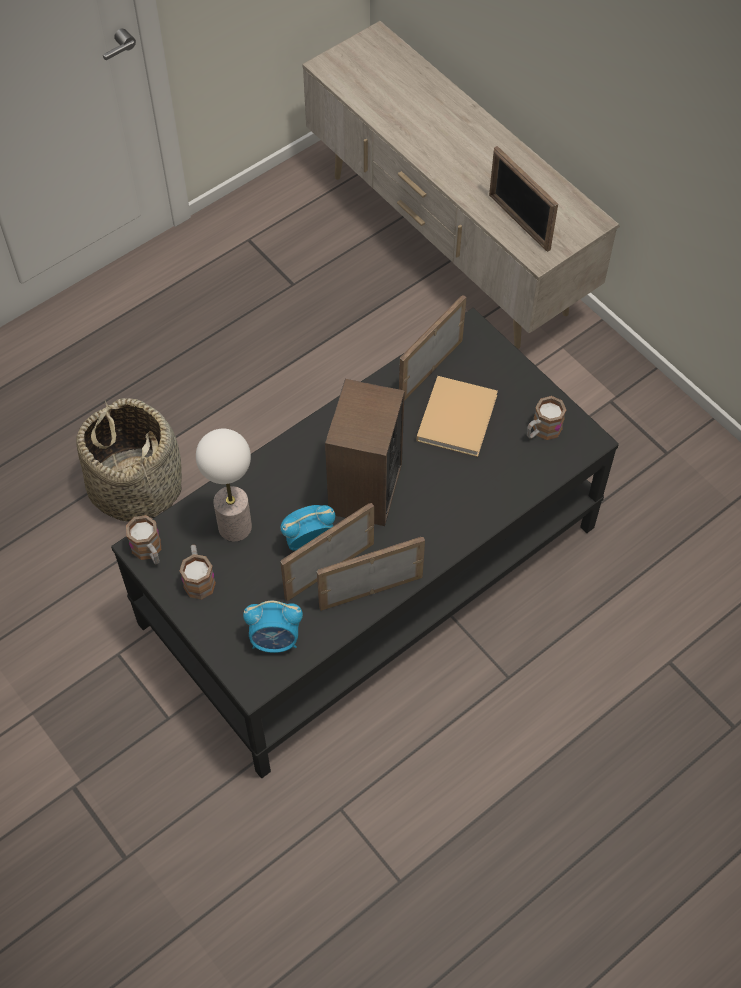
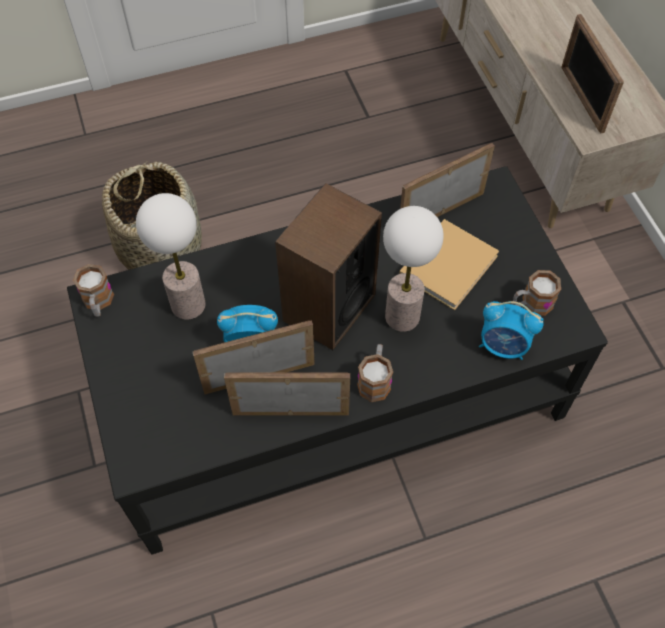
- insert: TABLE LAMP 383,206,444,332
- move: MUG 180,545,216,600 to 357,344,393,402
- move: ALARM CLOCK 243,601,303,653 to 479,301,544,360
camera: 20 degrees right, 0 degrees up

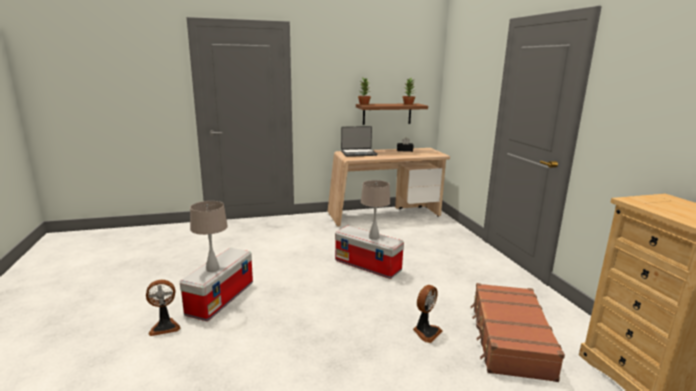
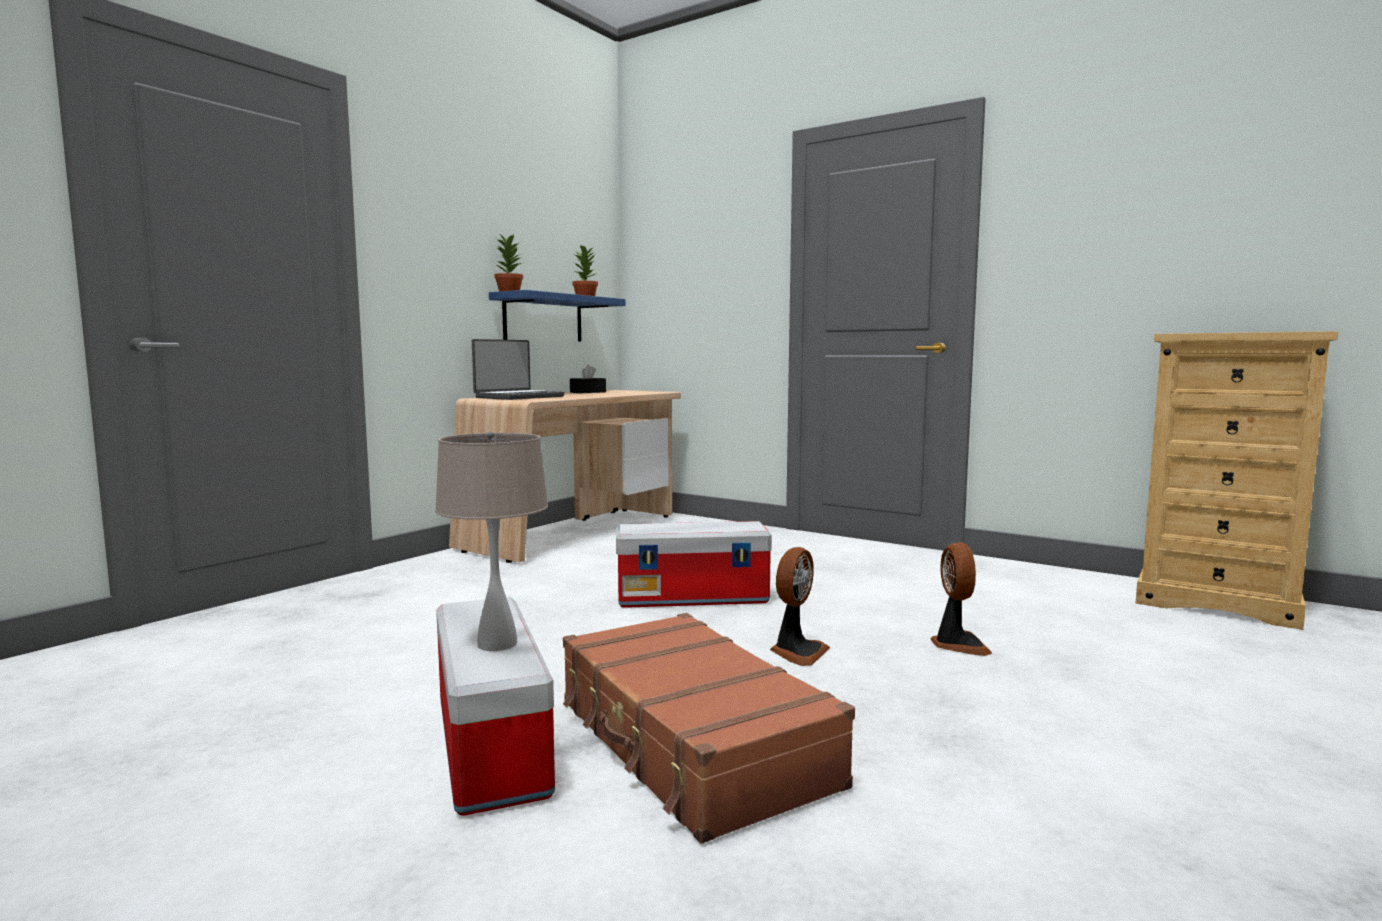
- delete: BEIGE TABLE LAMP 361,180,390,240
- move: FAN 146,280,181,336 to 770,547,830,666
- move: BROWN SUITCASE 470,283,565,382 to 563,613,855,843
- recolor: BROWN SHELF 356,103,428,125 to BLUE SHELF 489,290,626,341
camera: 40 degrees left, 10 degrees down

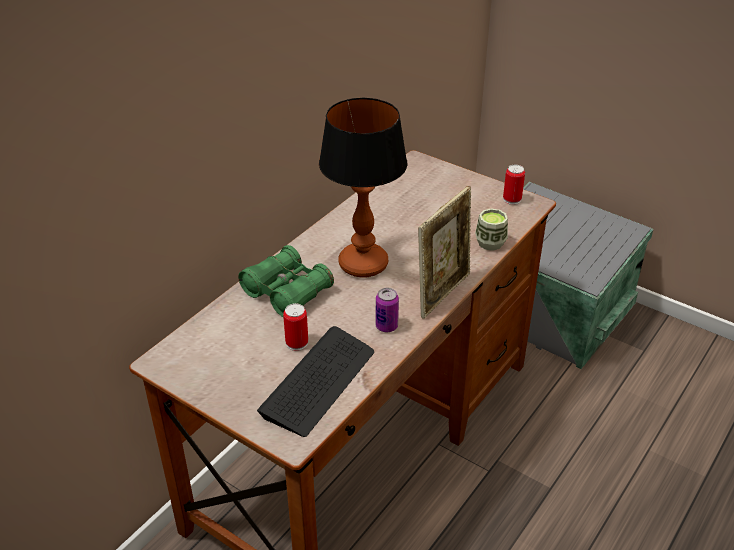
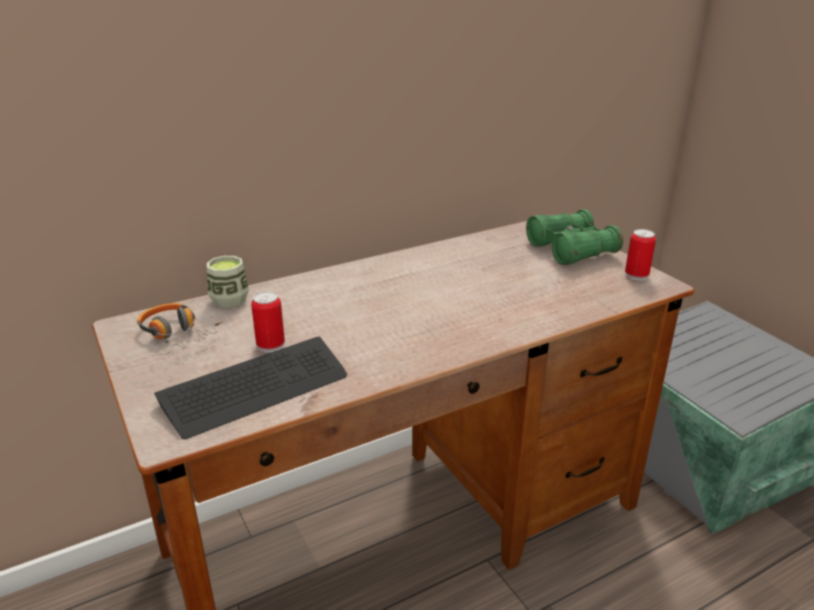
- delete: TABLE LAMP 319,98,407,277
- delete: CAN 375,288,399,332
- delete: PICTURE FRAME 418,186,471,319
- insert: HEADPHONES 137,303,223,355
- move: GREEN BINOCULARS 238,245,334,317 to 526,209,623,265
- move: CUP 475,209,508,251 to 207,256,249,308
camera: 25 degrees right, 10 degrees down

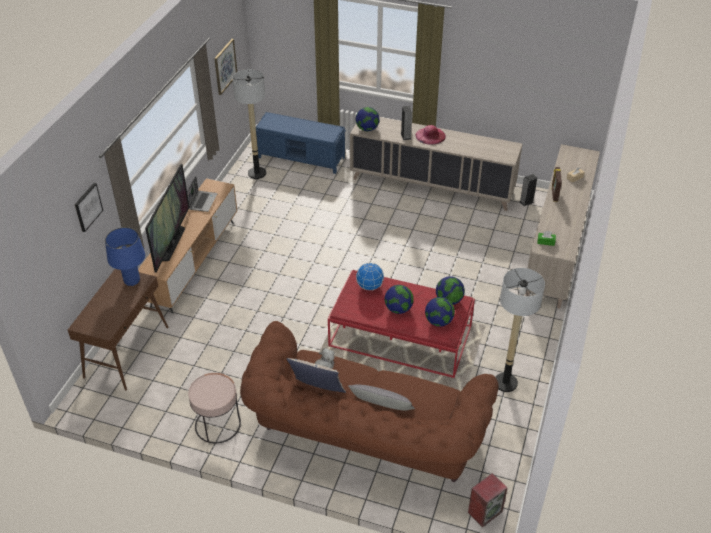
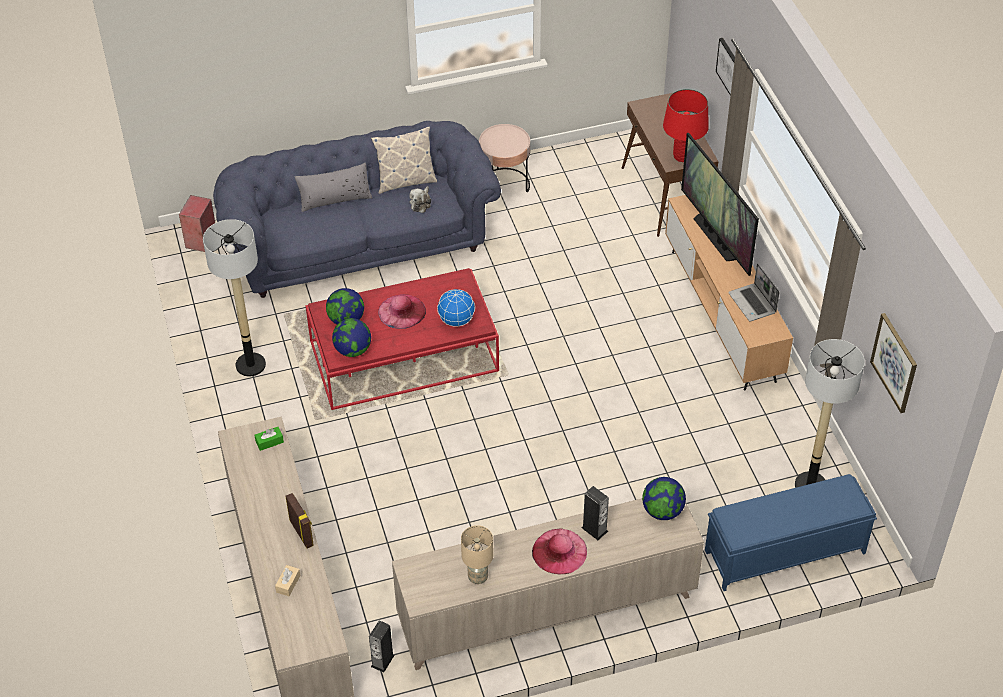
- insert: BEIGE TABLE LAMP 461,525,493,584
- replace: GLOBE 385,285,414,314 to PINK HAT 378,294,426,329
- recolor: BLUE TABLE LAMP 105,227,145,286 to RED TABLE LAMP 663,89,709,162
- recolor: BROWN SOFA 240,321,499,482 to BLUE SOFA 213,121,501,298
camera: 145 degrees right, 5 degrees up

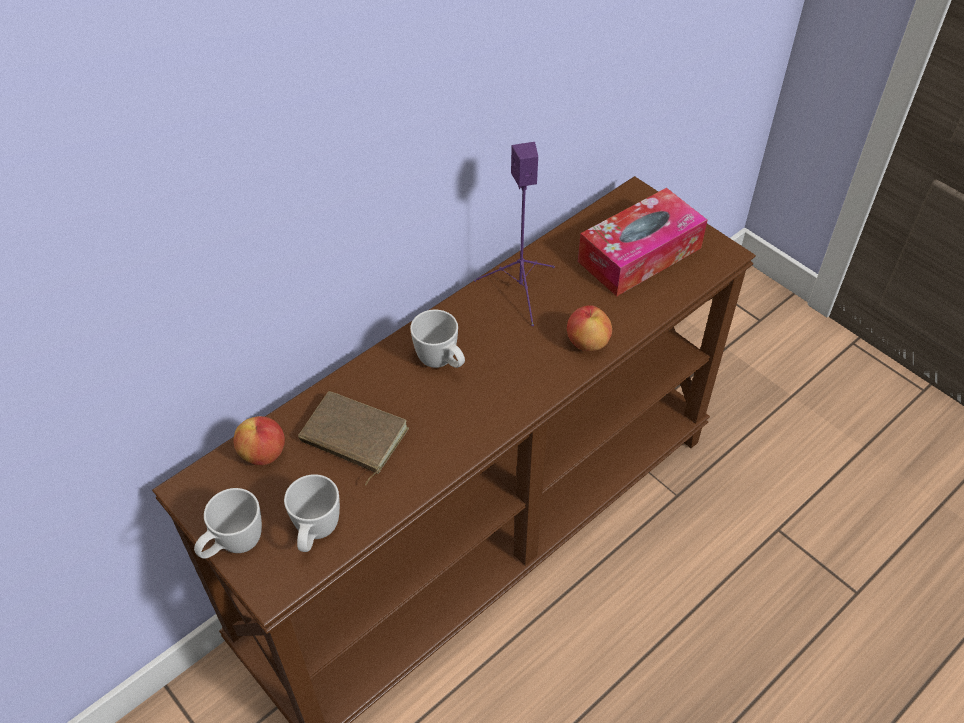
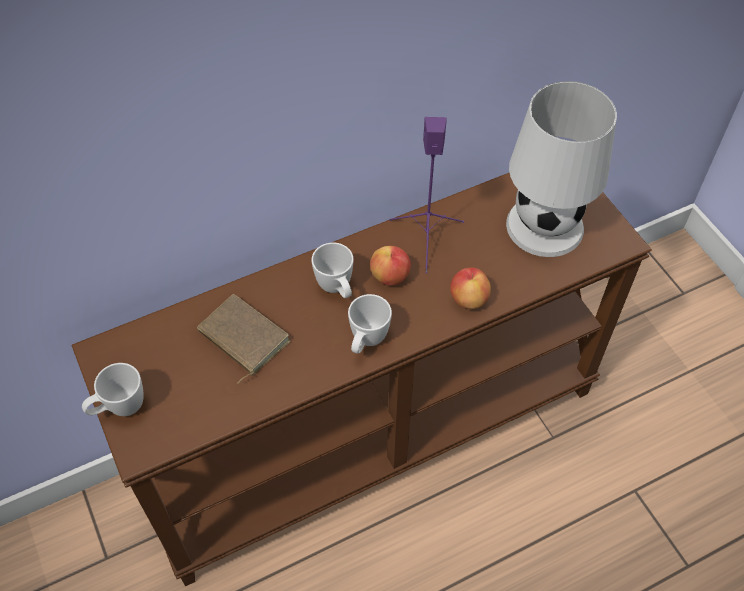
- move: APPLE 233,416,285,465 to 370,246,411,286
- move: WHITE MUG 284,474,340,552 to 348,294,392,354
- replace: TISSUE BOX 578,188,707,296 to WHITE TABLE LAMP 506,81,617,257
camera: 15 degrees right, 5 degrees up

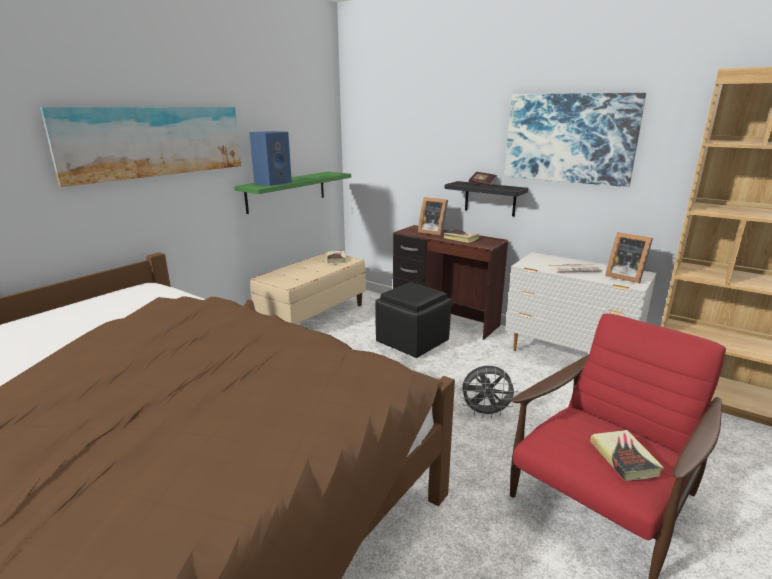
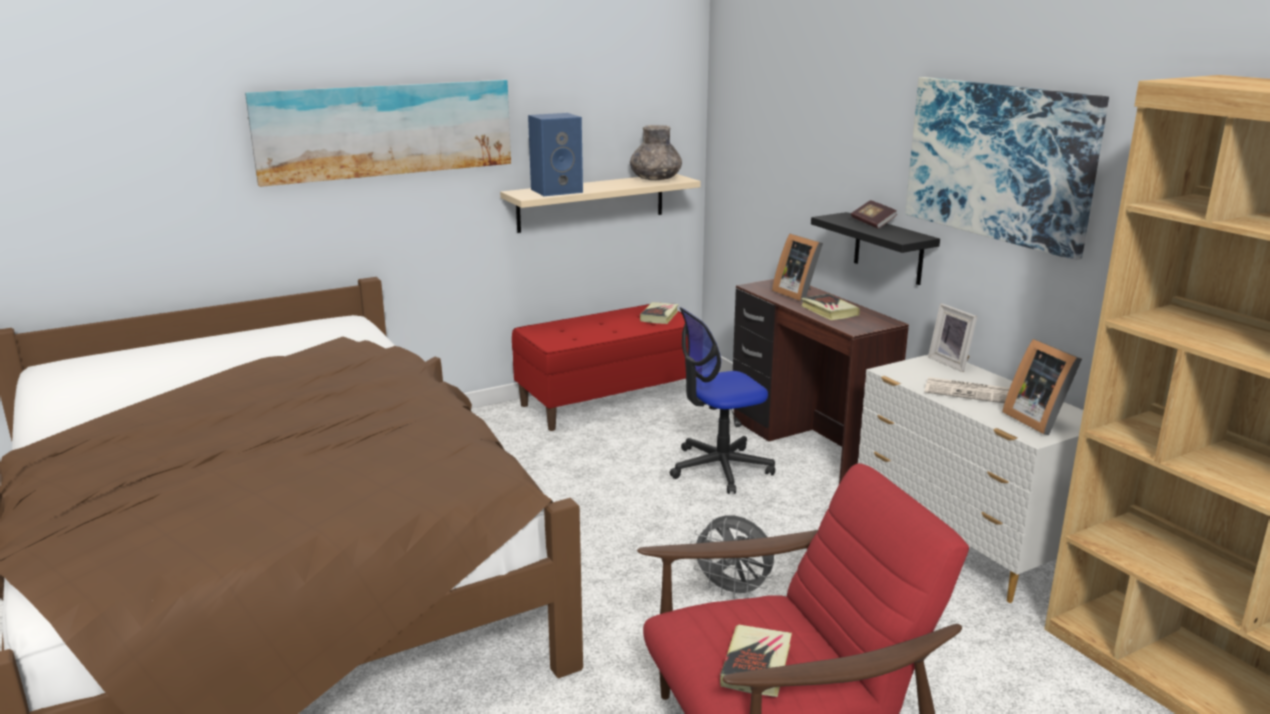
- insert: GREY VASE 630,125,682,180
- insert: PICTURE FRAME 928,304,977,372
- replace: BLACK OTTOMAN 375,282,451,358 to OFFICE CHAIR 670,307,775,494
- recolor: GREEN SHELF 234,171,351,214 to BEIGE SHELF 500,174,701,233
- recolor: BEIGE BENCH 250,253,366,324 to RED BENCH 512,304,688,431
camera: 25 degrees right, 0 degrees up

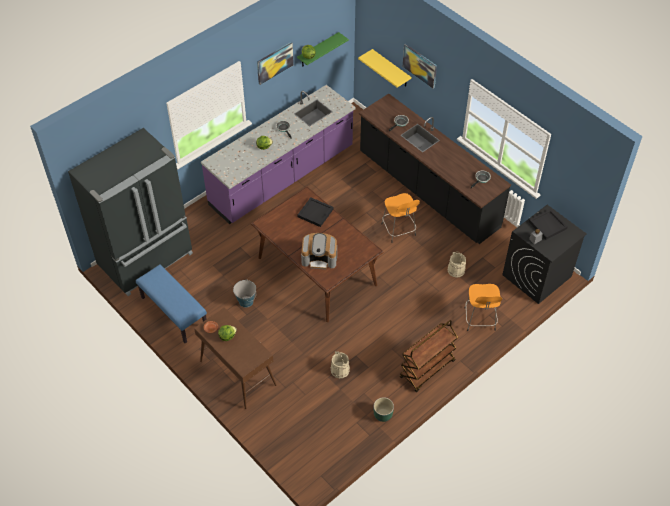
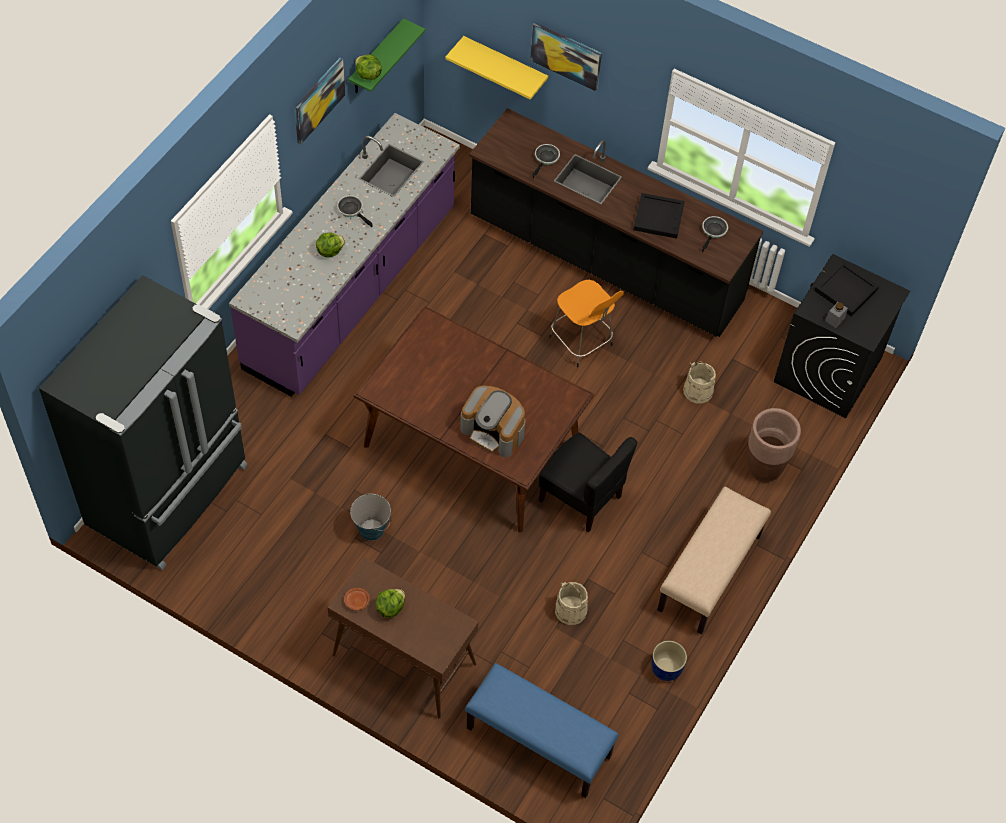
- insert: BLACK CHAIR 539,433,637,533
- move: BLUE BENCH 136,264,207,343 to 465,663,618,798
- move: BLACK TRAY 297,197,333,227 to 633,193,685,239
- replace: BROWN CART 400,320,458,392 to BEIGE BENCH 657,487,771,634
- replace: ORANGE STOOL 465,284,502,331 to BROWN PLANTER 747,408,801,482
- recolor: GREEN PLANTER 374,397,394,422 to BLUE PLANTER 651,641,687,681
- rotate: COFFEE MACHINE 301,233,337,269 = 460,386,525,457 45 degrees clockwise
camera: 20 degrees left, 5 degrees up

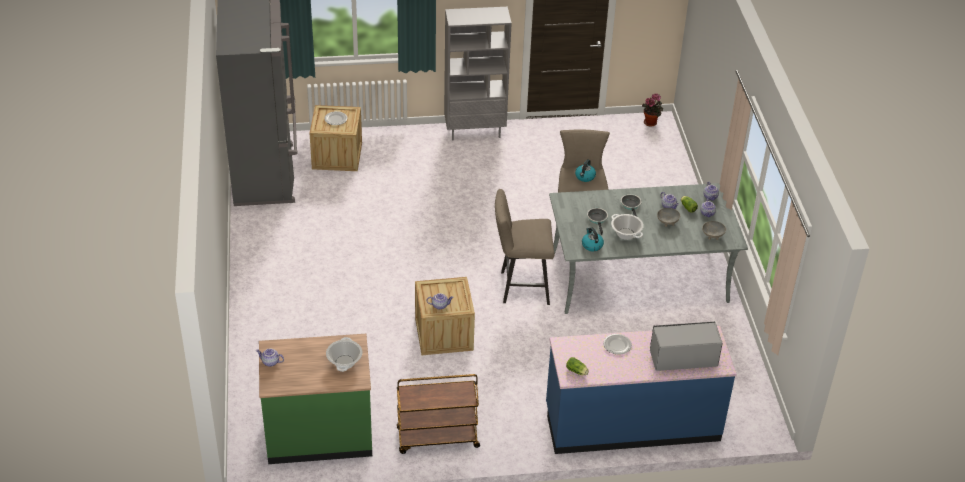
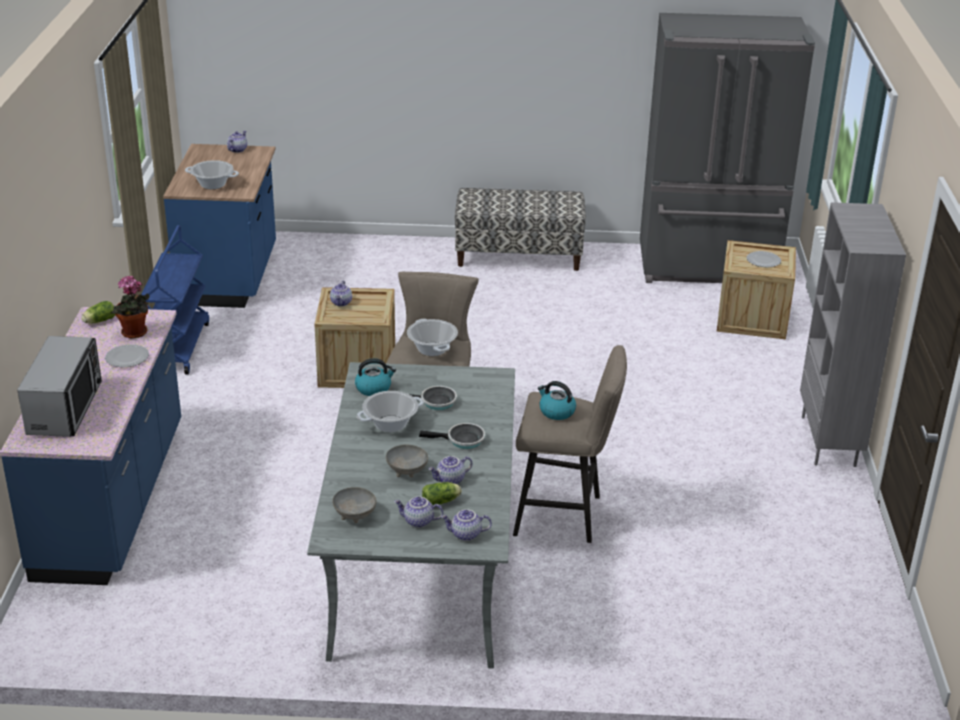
- insert: COOKING POT 407,319,458,356
- insert: BENCH 455,188,586,271
- move: POTTED PLANT 642,94,663,126 to 111,276,150,339
- recolor: GREEN COUNTER 259,334,372,464 to BLUE COUNTER 163,144,276,308
- recolor: BROWN CART 397,374,480,454 to BLUE CART 141,225,209,375
camera: 100 degrees right, 10 degrees down

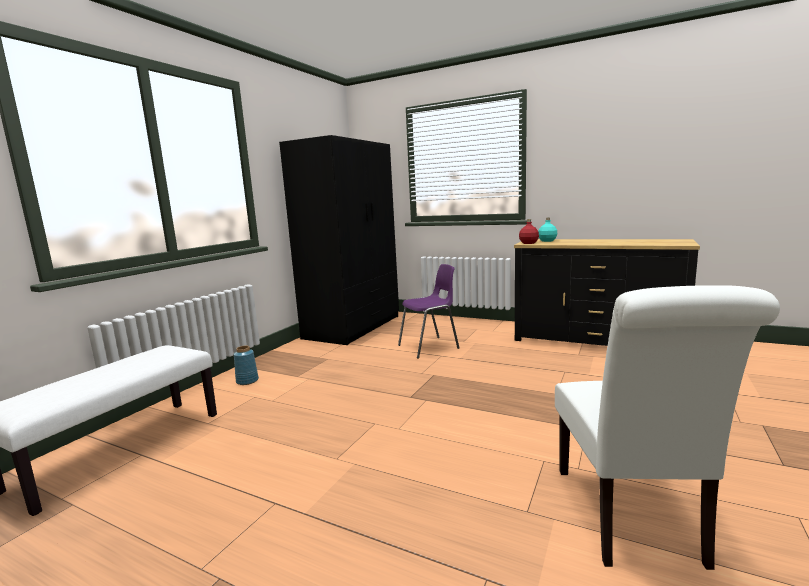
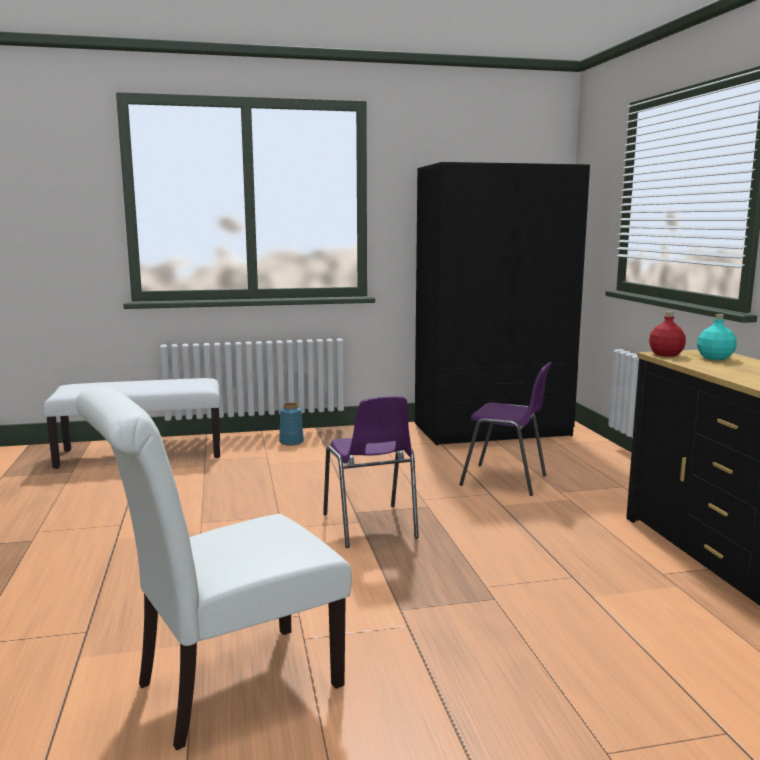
- insert: PURPLE CHAIR 323,396,419,548
camera: 50 degrees right, 0 degrees up

